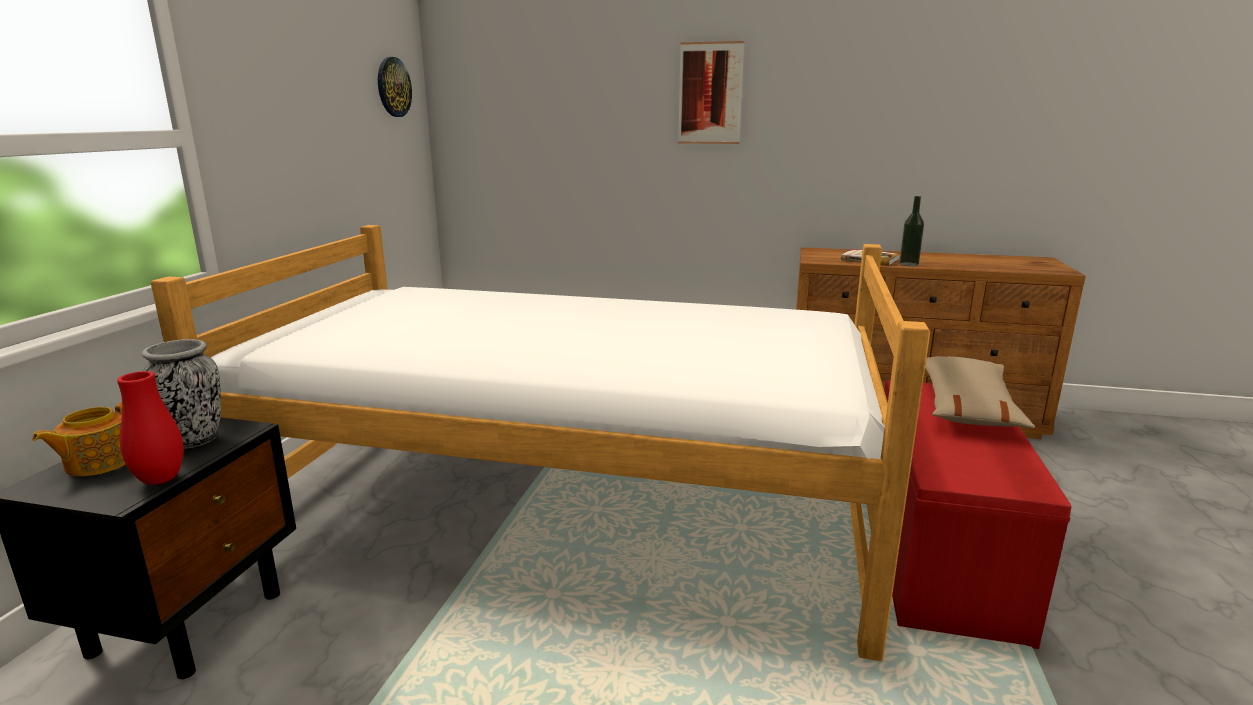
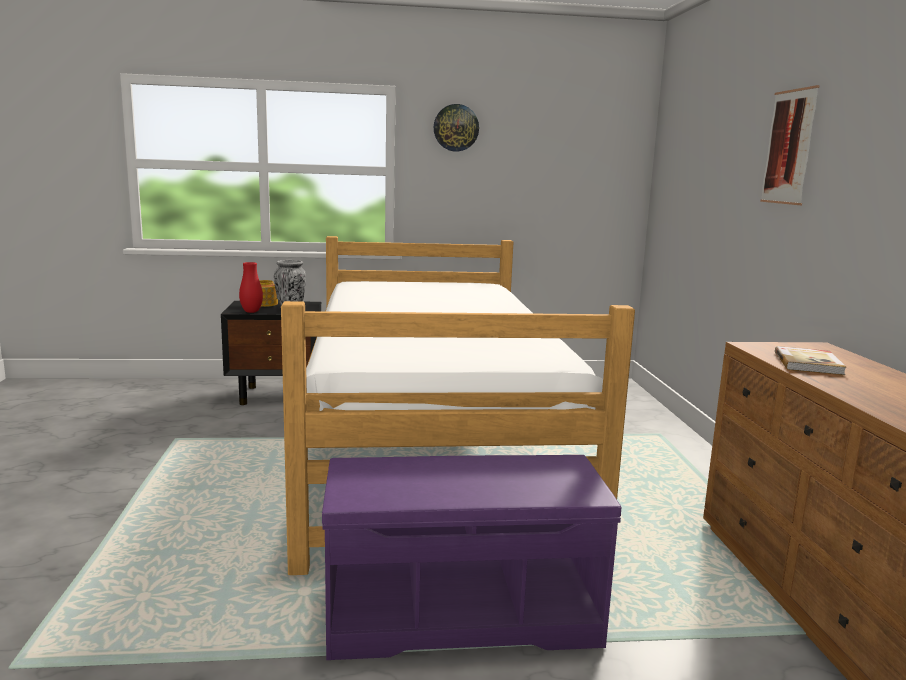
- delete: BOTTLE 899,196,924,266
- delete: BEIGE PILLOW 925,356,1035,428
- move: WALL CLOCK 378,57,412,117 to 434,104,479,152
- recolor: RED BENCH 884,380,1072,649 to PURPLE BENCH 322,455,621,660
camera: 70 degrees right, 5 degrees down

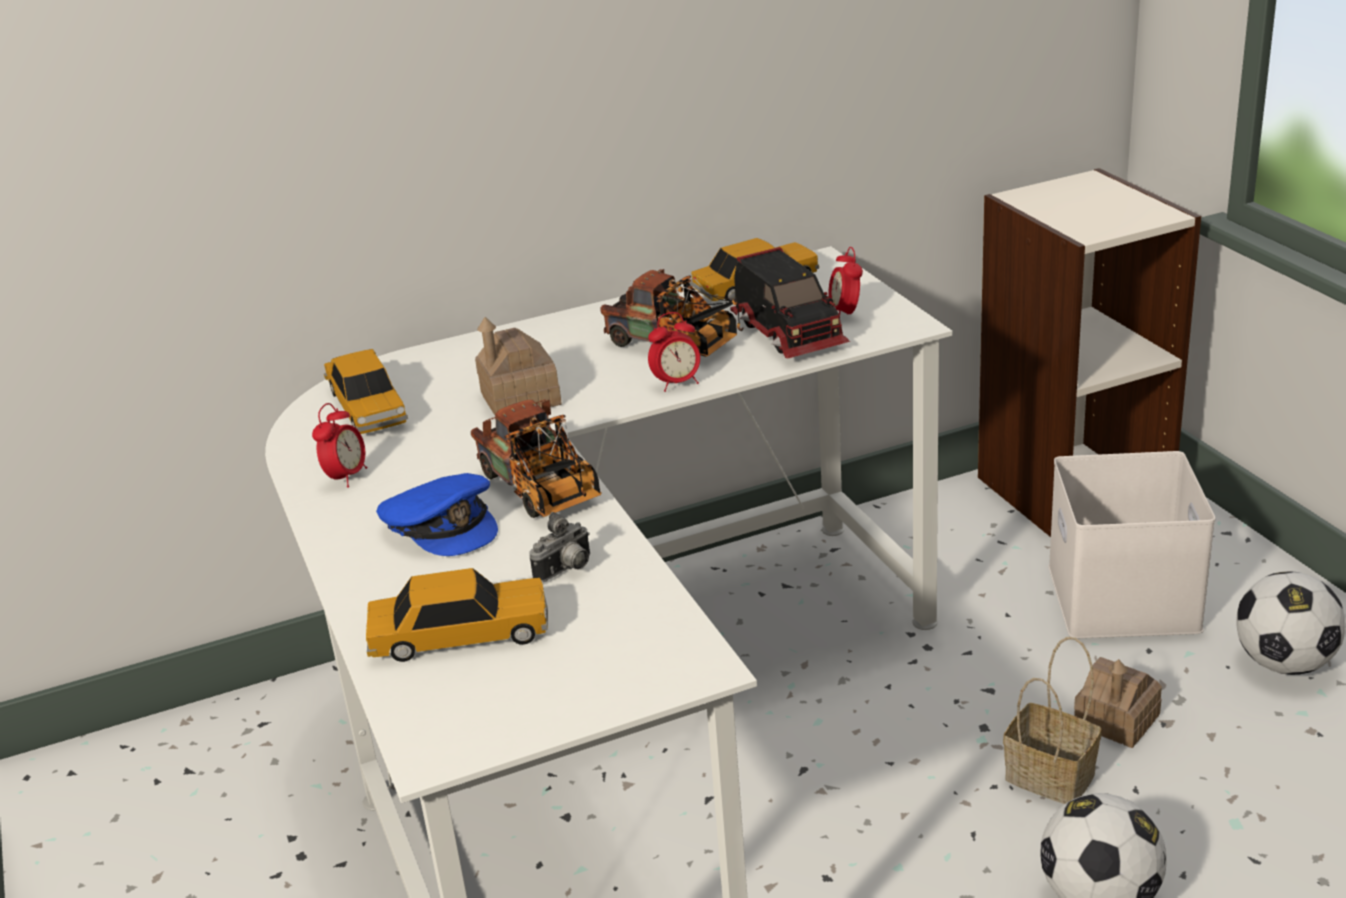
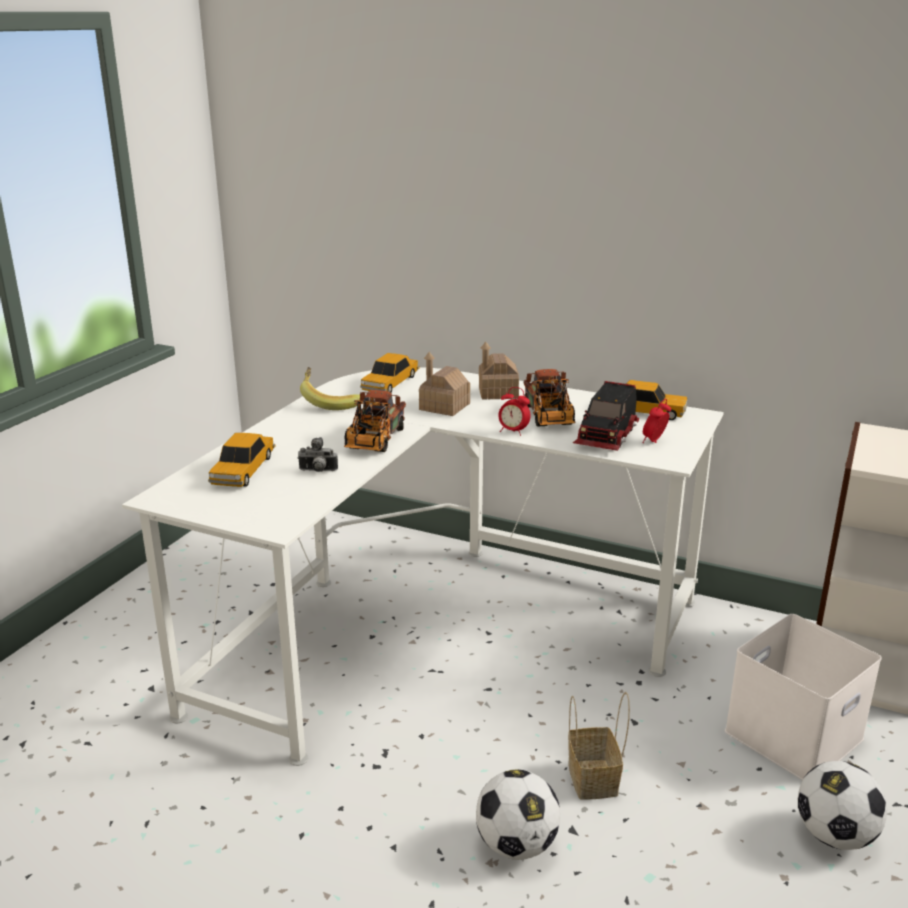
- delete: BLUE CAP 376,473,498,556
- move: TOY HOUSE 1074,657,1162,748 to 479,342,519,400
- replace: ALARM CLOCK 312,403,367,488 to BANANA 300,367,360,410
- rotate: TOY CAR 366,568,548,662 = 208,433,275,487 60 degrees clockwise
camera: 45 degrees right, 5 degrees down

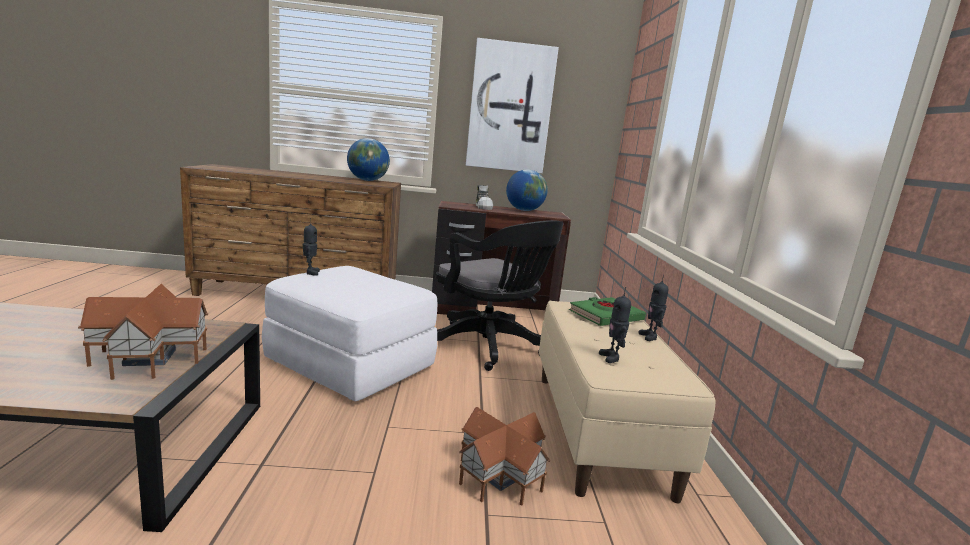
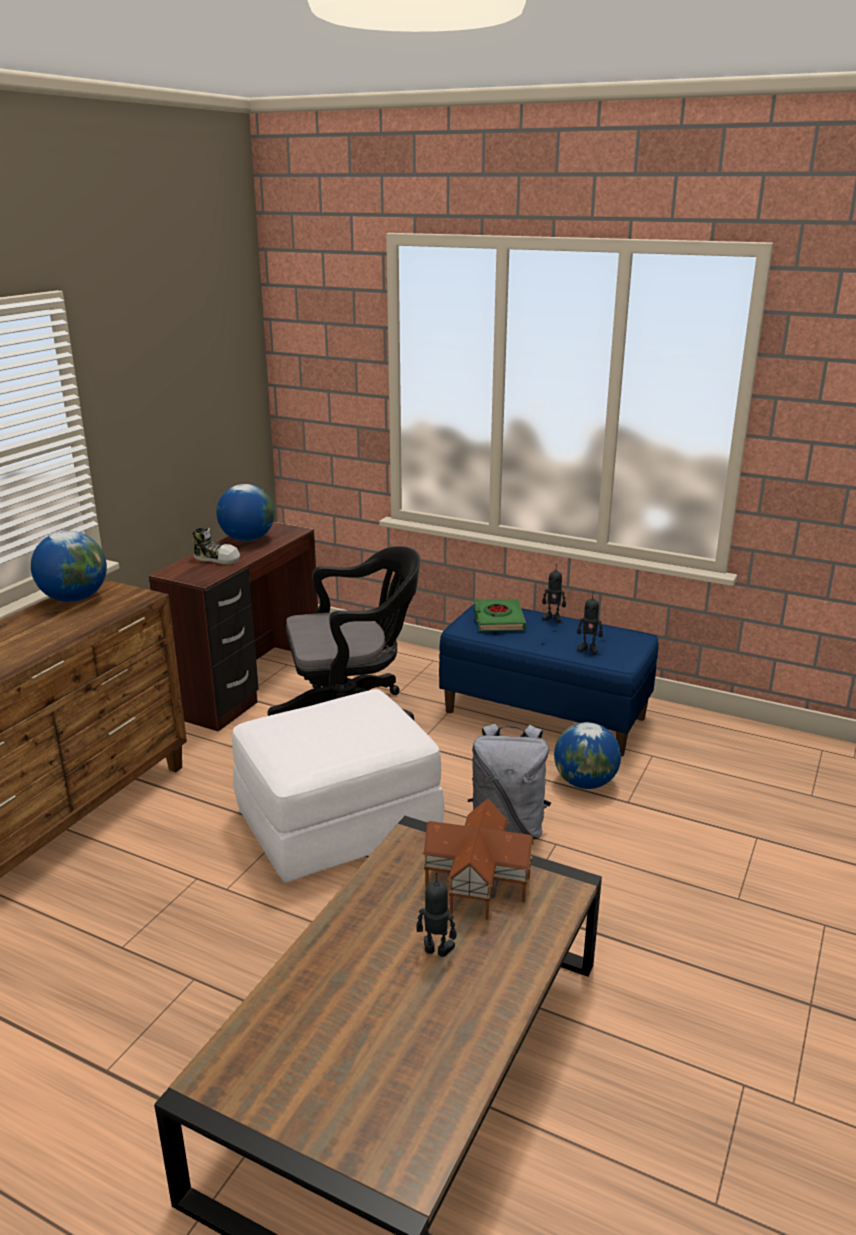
- delete: PICTURE 466,38,559,173
- insert: GREY BACKPACK 468,724,551,840
- move: TOY ROBOT 303,218,320,276 to 416,873,456,957
- replace: TOY HOUSE 459,407,551,506 to GLOBE 554,722,621,789
- recolor: BEIGE BENCH 539,301,715,503 to BLUE BENCH 439,604,658,757
camera: 60 degrees left, 10 degrees up

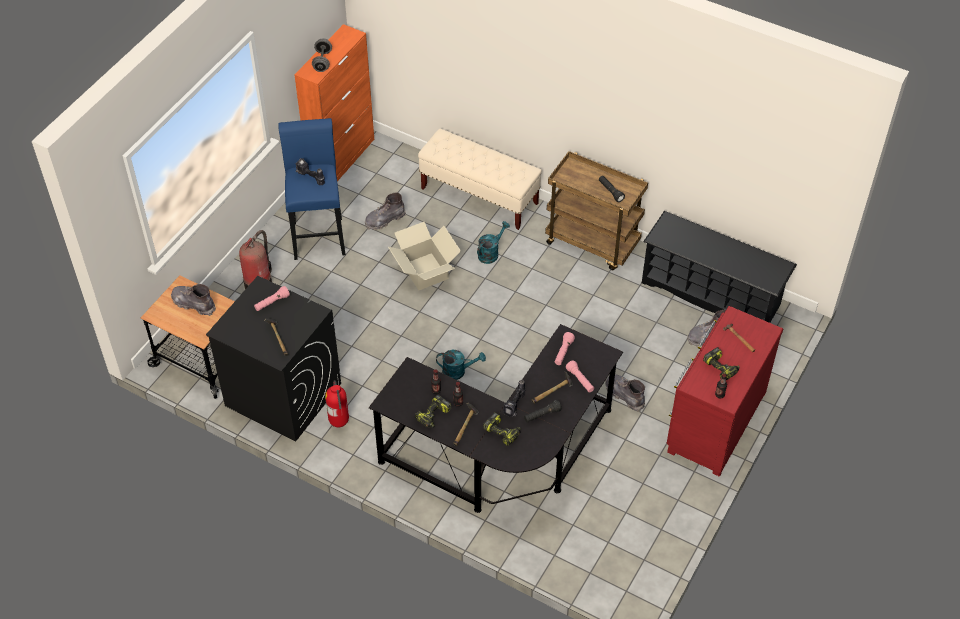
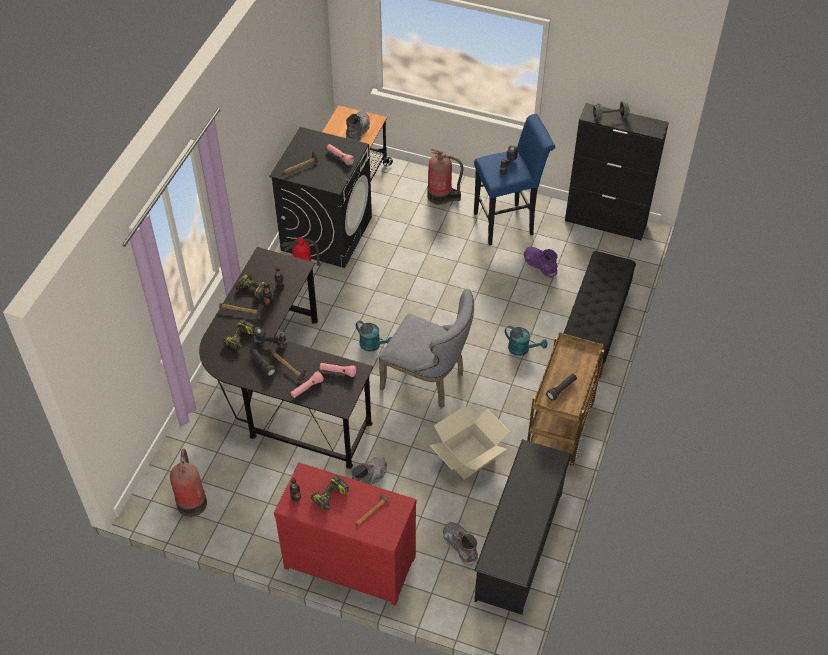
- insert: FIRE EXTINGUISHER 170,449,207,517
- insert: GREY CHAIR 379,289,474,409
- move: CARDBOARD BOX 388,222,461,290 to 430,406,510,479
- recolor: ORANGE CABINET 294,24,374,181 to BLACK CABINET 565,103,669,240
- recolor: GREY BOOT 365,192,406,230 to PURPLE BOOT 524,247,558,278
- recolor: BEIGE BENCH 418,129,542,230 to BLACK BENCH 564,251,636,378
- rotate: TURQUOISE WATERING CAN 436,350,486,380 = 356,321,392,352 45 degrees counterclockwise
camera: 80 degrees right, 0 degrees up

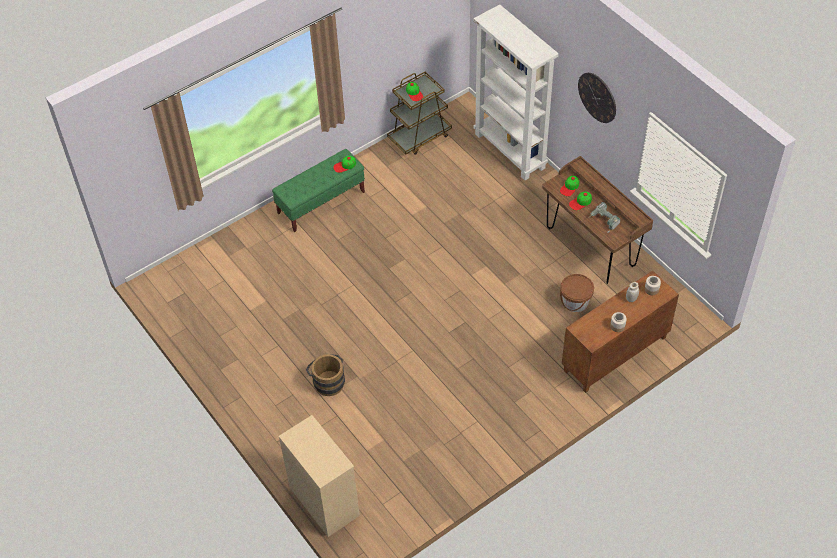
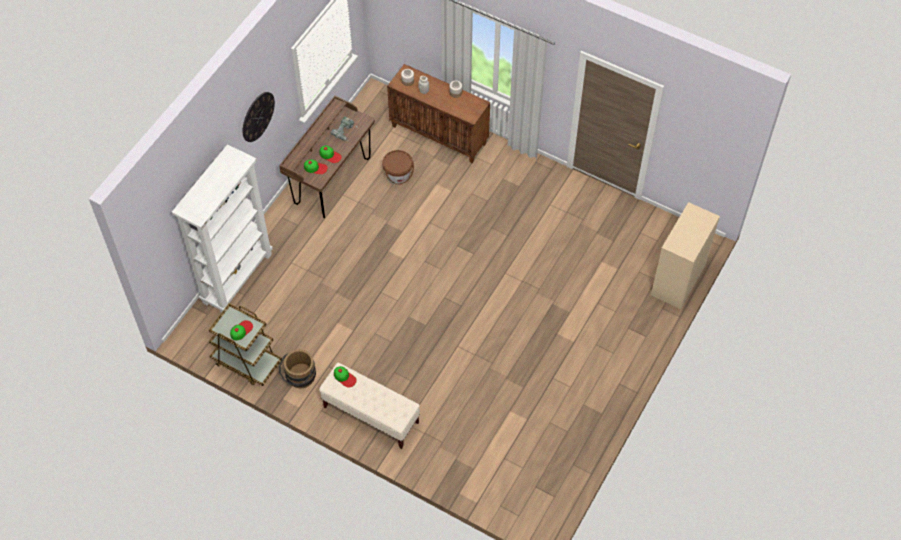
- move: BROWN BUCKET 306,354,345,396 to 279,349,316,389
- recolor: GREEN BENCH 272,149,365,232 to BEIGE BENCH 319,363,420,449
camera: 115 degrees left, 5 degrees up

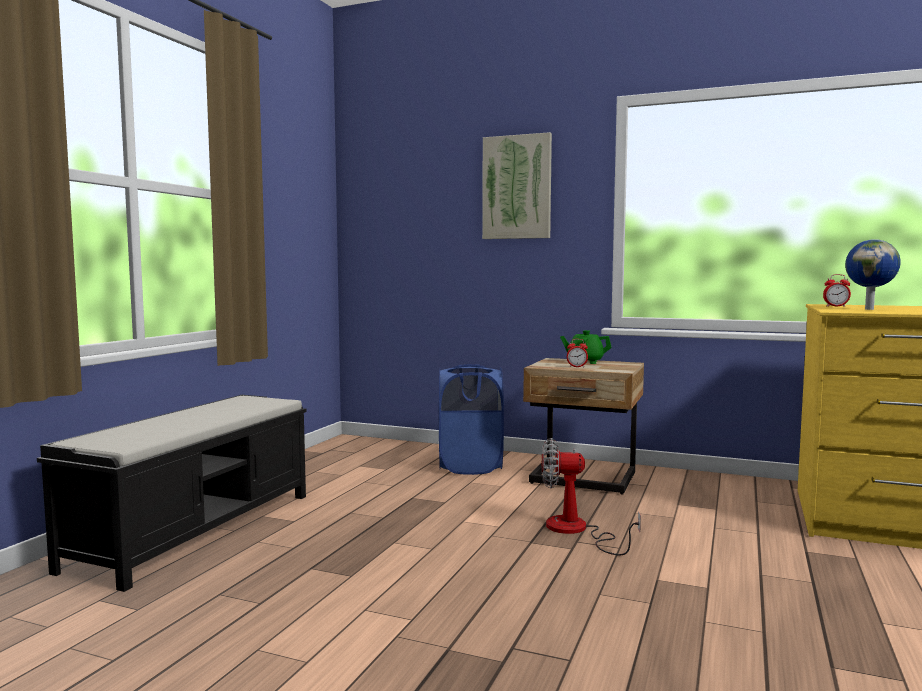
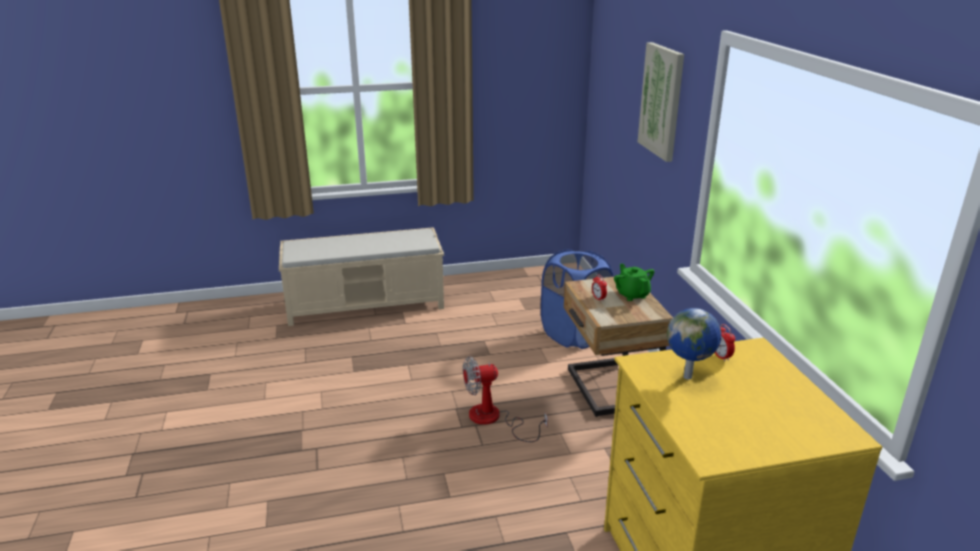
- recolor: BLACK BENCH 37,395,307,592 to BEIGE BENCH 279,227,444,326
- rotate: FAN 542,438,641,556 = 463,356,548,442 75 degrees counterclockwise
camera: 55 degrees right, 20 degrees up

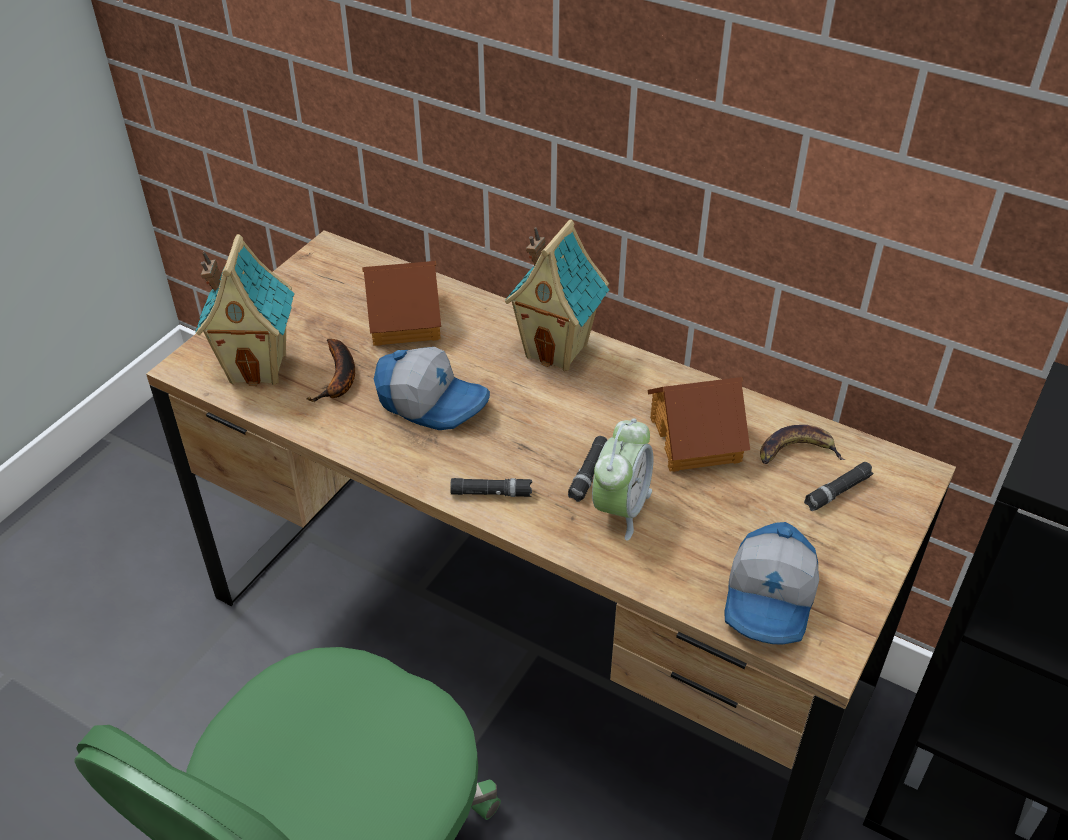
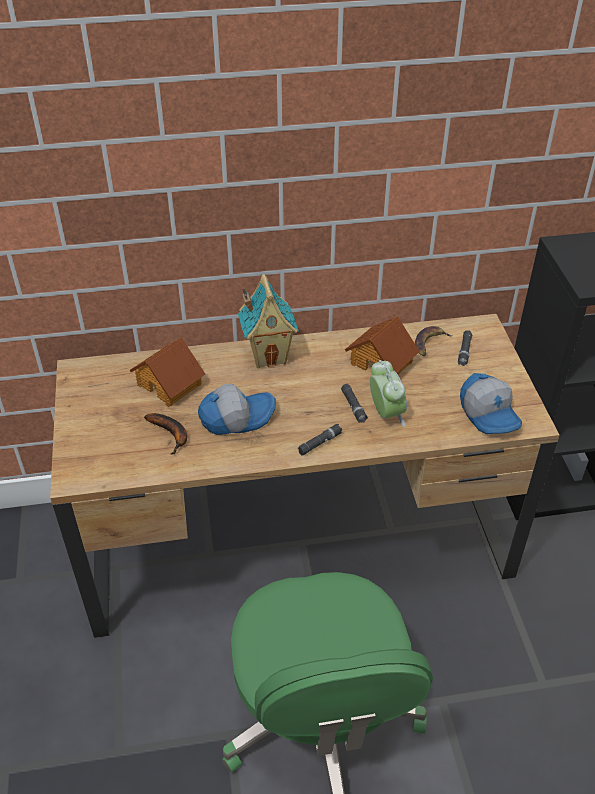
- delete: TOY HOUSE 195,234,295,386
camera: 40 degrees left, 0 degrees up

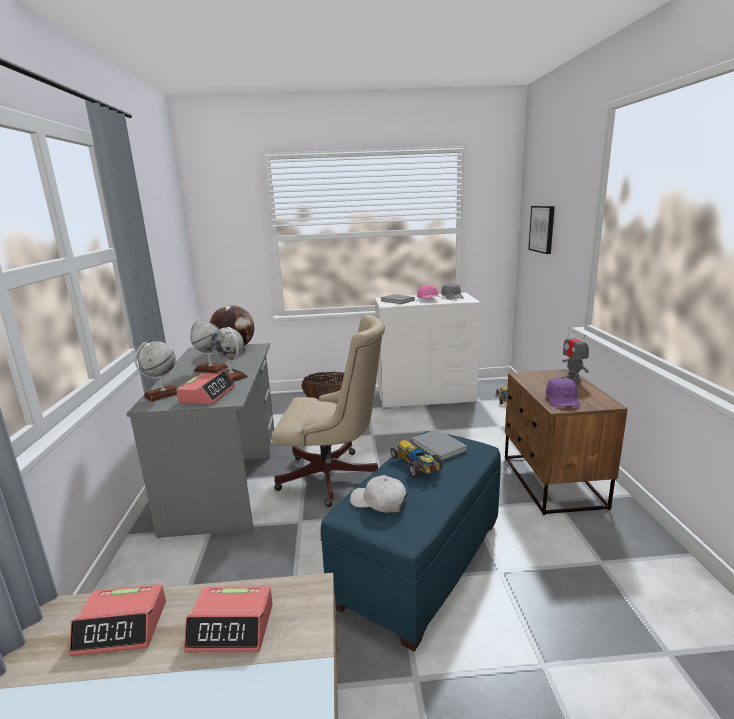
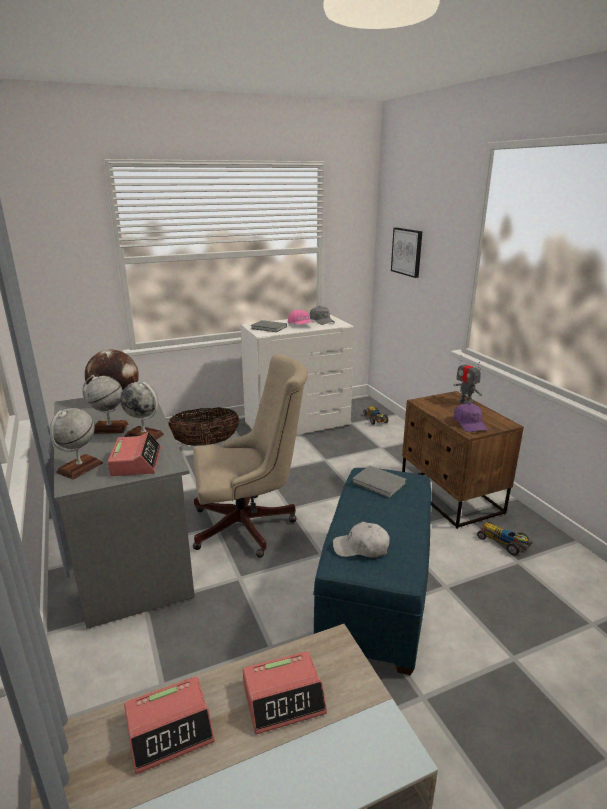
- move: TOY CAR 391,440,442,479 to 477,522,532,555
camera: 20 degrees left, 5 degrees up

